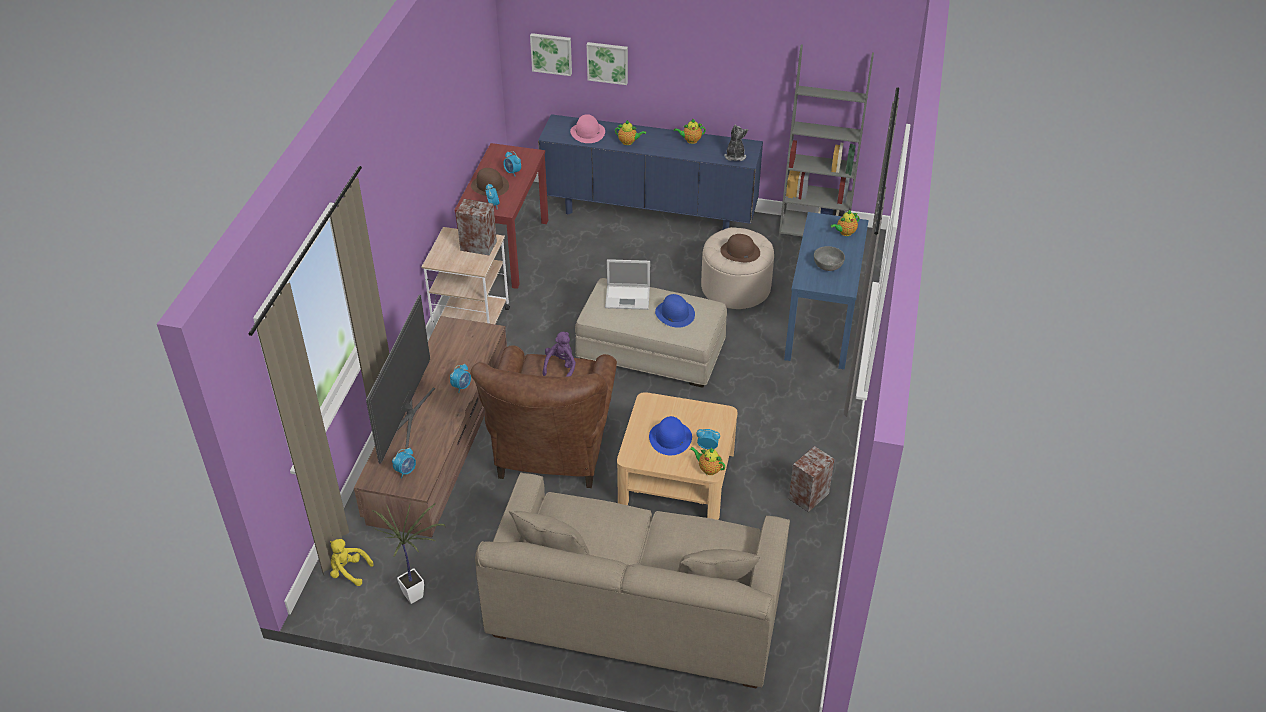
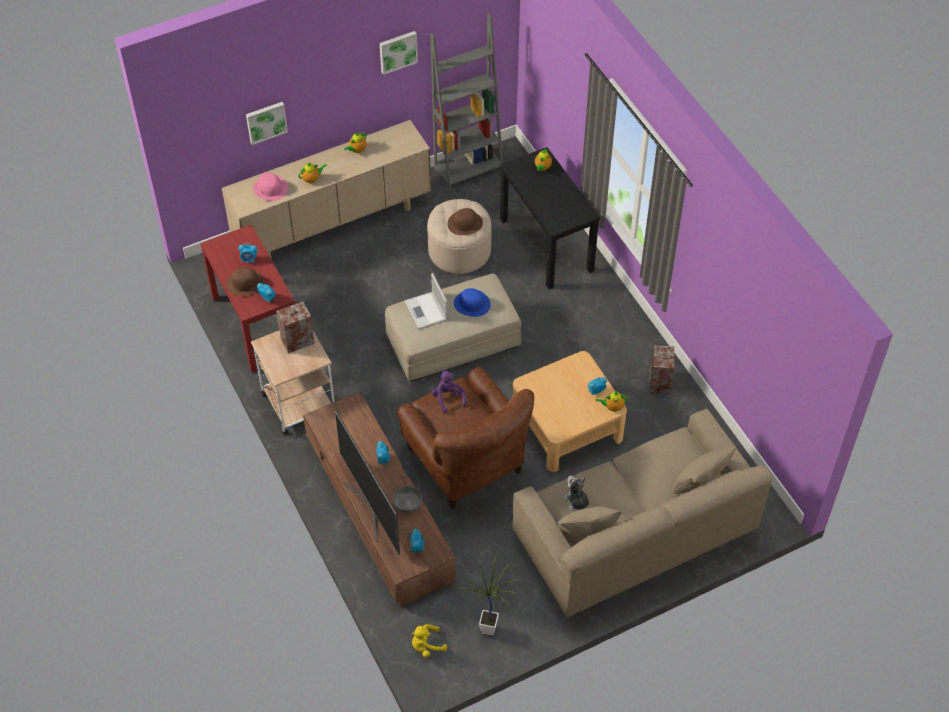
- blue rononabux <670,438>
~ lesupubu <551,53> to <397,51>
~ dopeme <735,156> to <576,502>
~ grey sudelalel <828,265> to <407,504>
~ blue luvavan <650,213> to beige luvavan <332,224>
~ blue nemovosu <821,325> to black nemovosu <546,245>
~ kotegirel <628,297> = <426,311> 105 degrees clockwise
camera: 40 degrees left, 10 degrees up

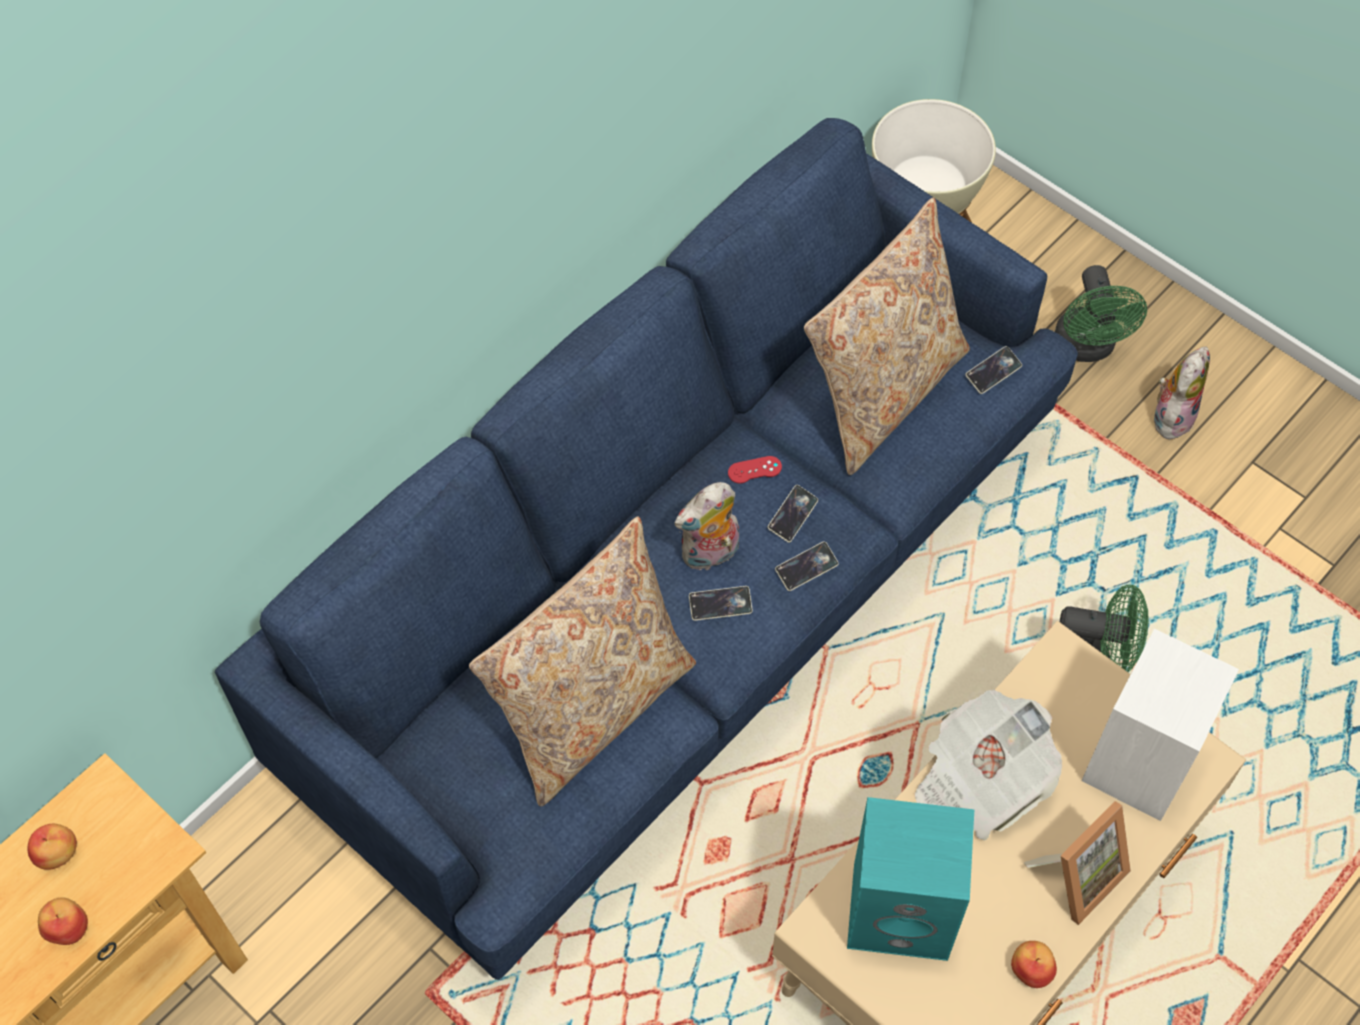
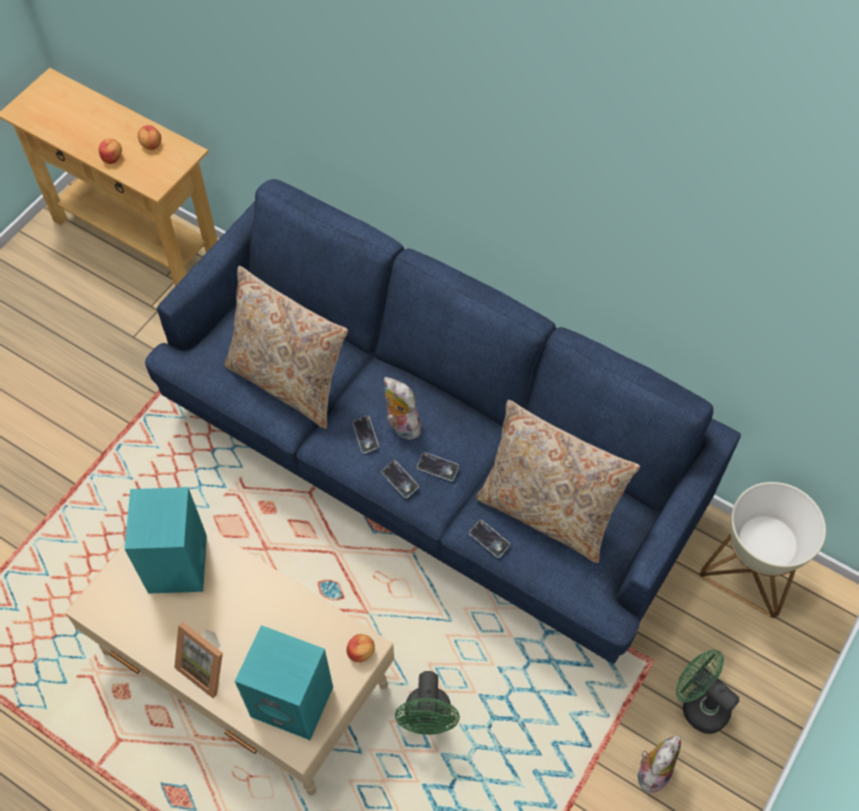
- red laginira <754,470>
- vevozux <980,779>
~ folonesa <993,372> to <489,540>
~ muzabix <1031,970> to <361,652>
~ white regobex <1138,758> to turquoise regobex <294,701>
~ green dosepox <1087,348> = <699,704> 60 degrees clockwise
~ dopeme <1171,415> = <652,771> 75 degrees counterclockwise
camera: 80 degrees right, 0 degrees up

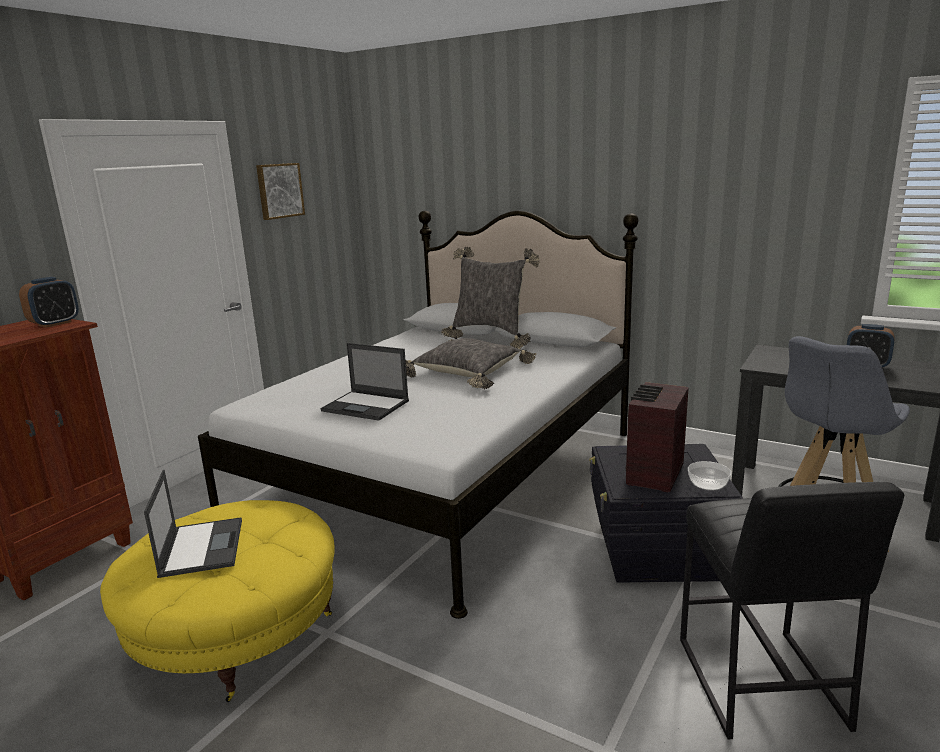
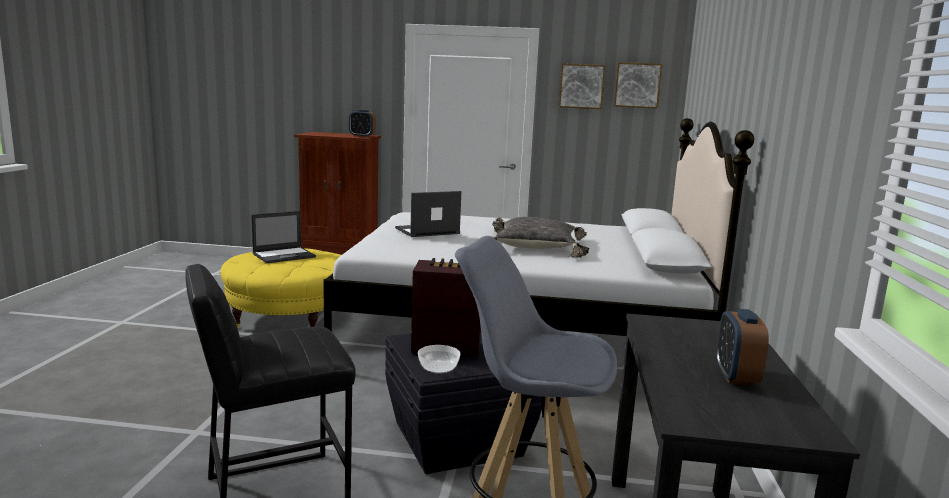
- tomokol <492,341>
+ lesupubu <637,85>
~ kotegirel <366,406> = <426,231> 60 degrees clockwise
camera: 65 degrees right, 5 degrees down

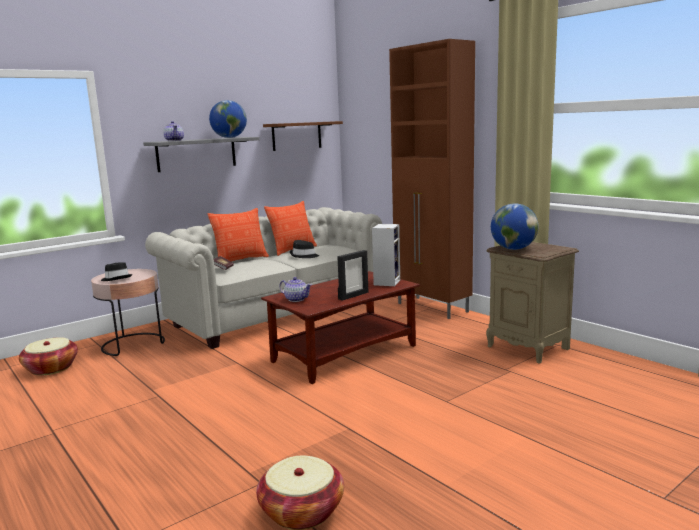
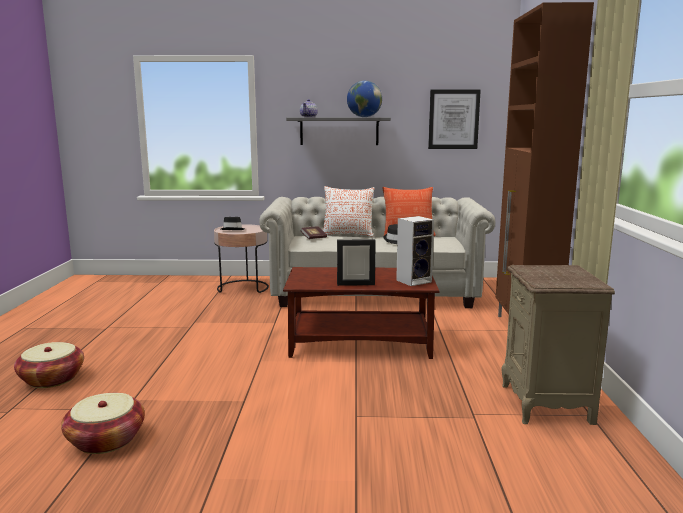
- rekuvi <296,299>
- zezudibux <513,249>
~ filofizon <51,368> to <52,379>
~ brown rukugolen <296,136> to lesupubu <453,119>
~ orange tomokol <241,260> to white tomokol <348,235>
camera: 40 degrees right, 0 degrees up

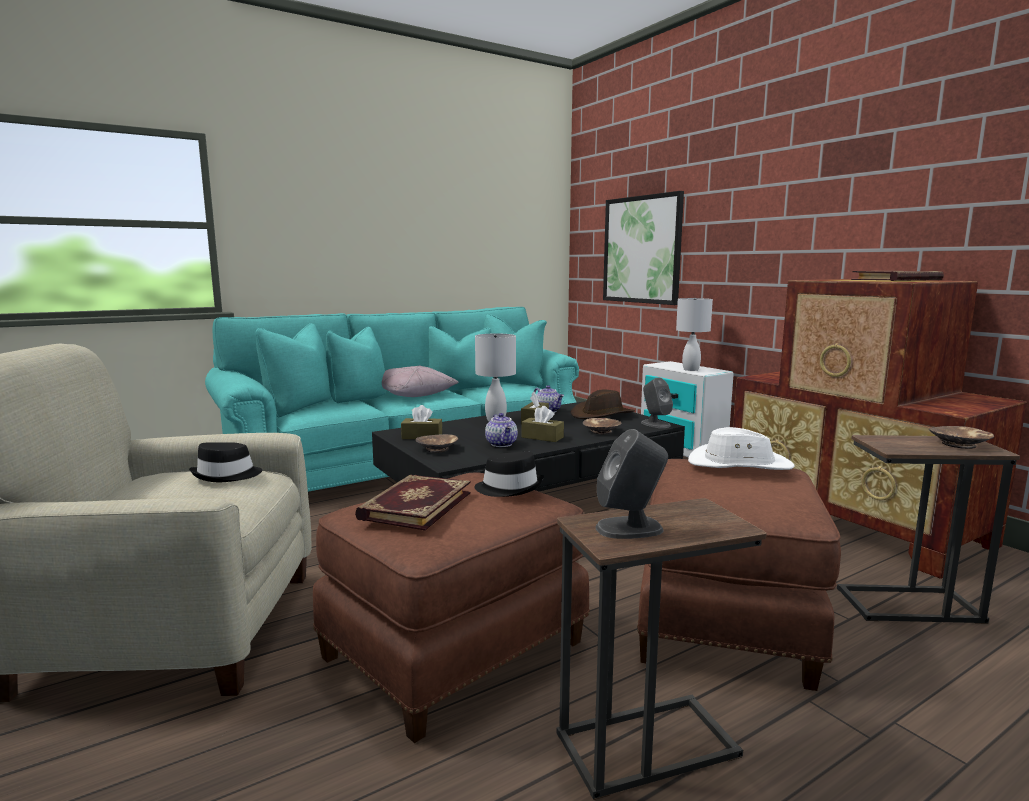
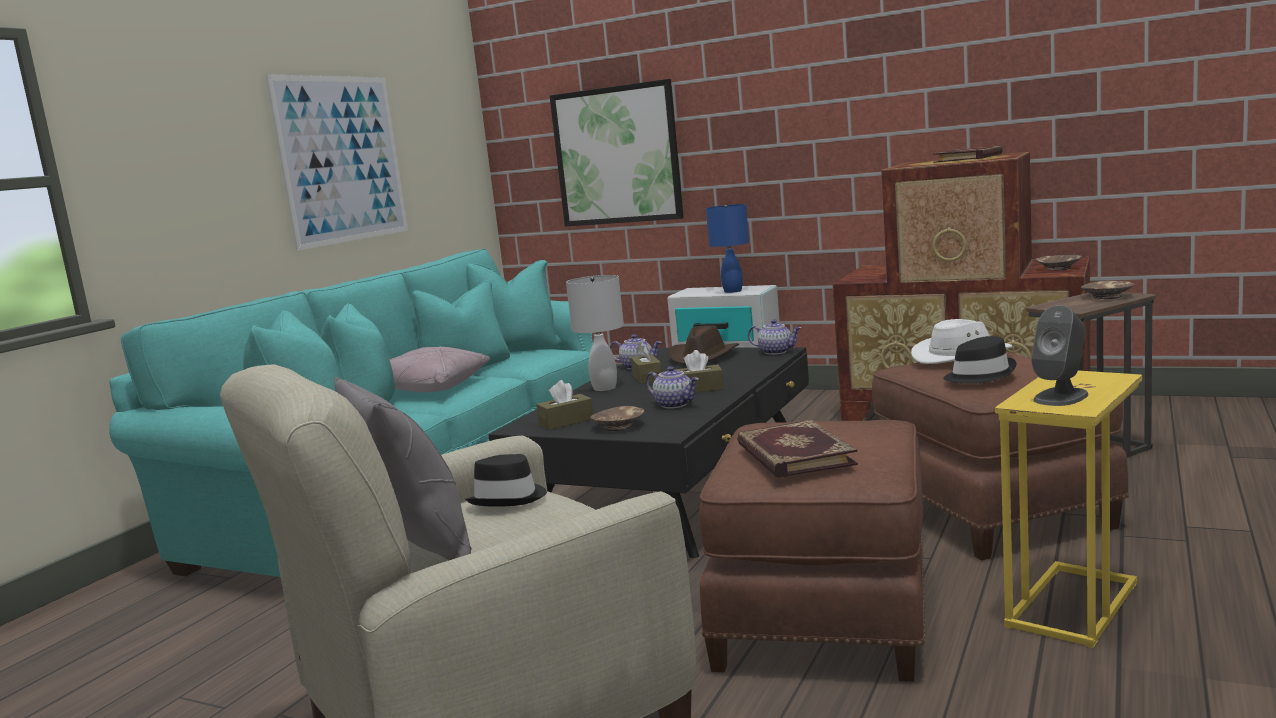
+ lesupubu <342,159>
+ grey tomokol <418,547>
~ black rononabux <509,488> to <979,375>
~ brown sudelalel <602,431> to <1058,268>
~ grey regobex <655,424> to rekuvi <776,352>
~ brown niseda <646,746> to yellow niseda <1073,605>
~ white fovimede <691,369> to blue fovimede <733,291>
camera: 30 degrees left, 0 degrees up

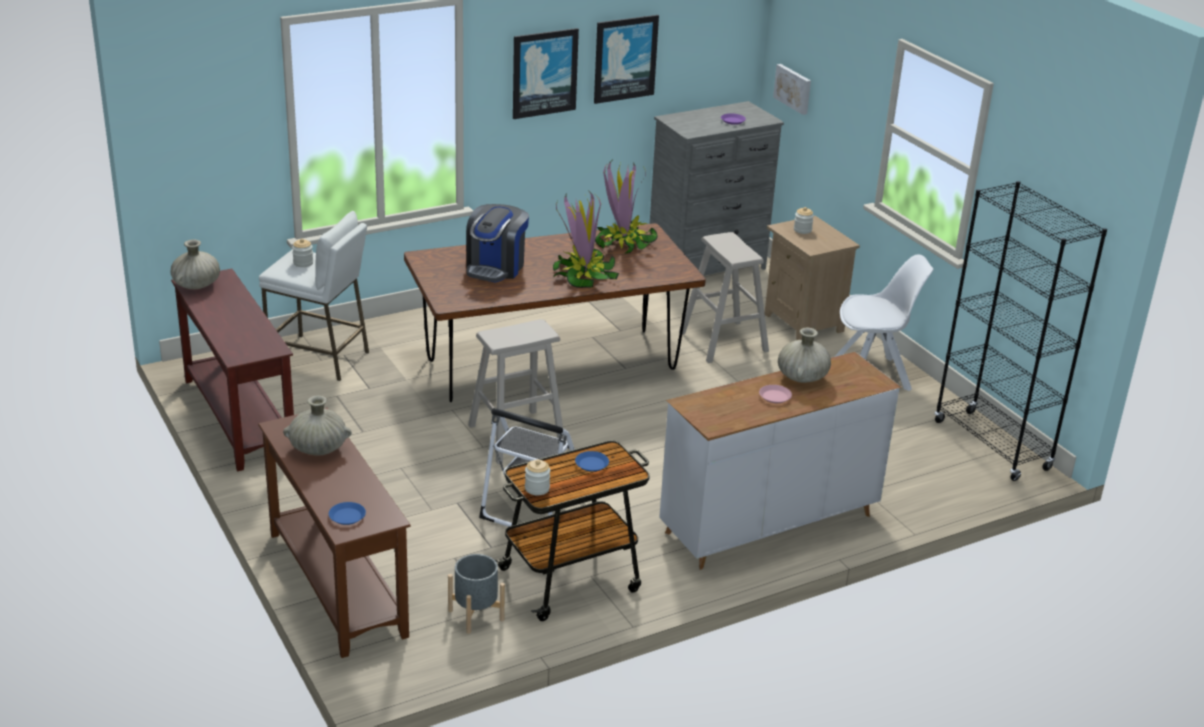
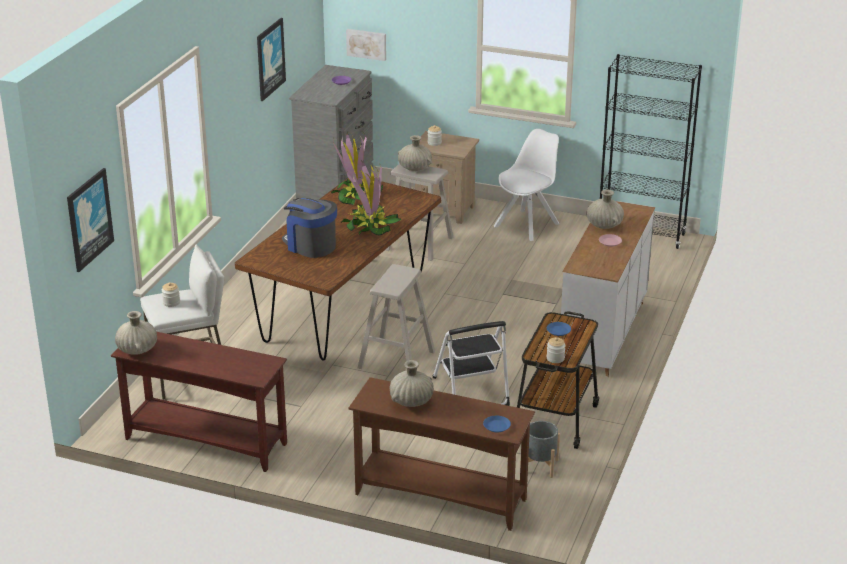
+ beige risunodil <415,168>
~ lesupubu <544,73> to <89,219>
~ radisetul <496,267> = <310,245> 150 degrees clockwise
camera: 40 degrees left, 0 degrees up

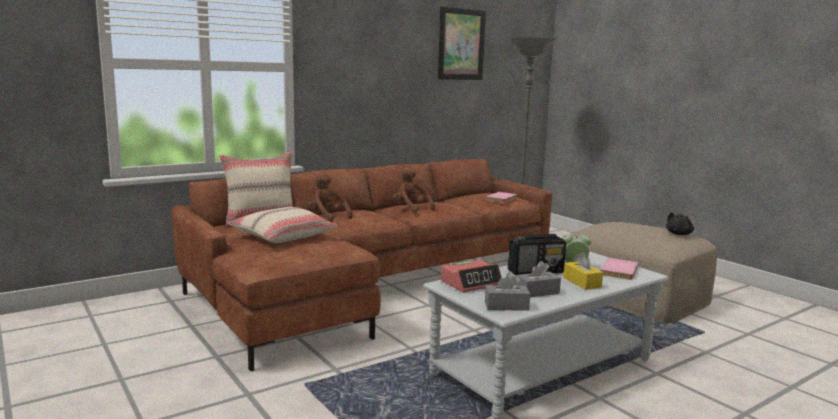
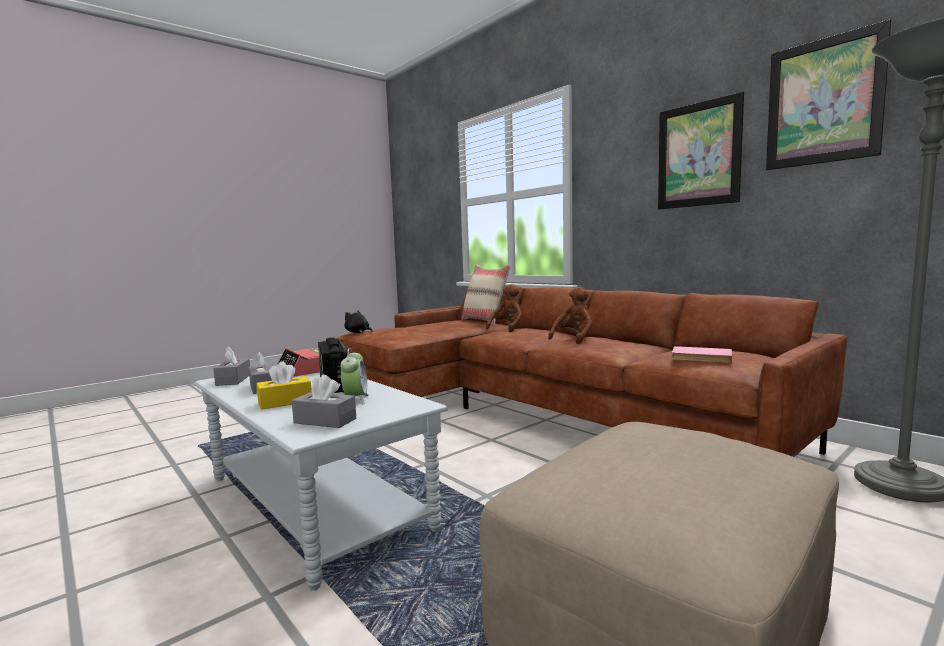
- beige tomokol <283,236>
+ lesupubu <698,155>
~ black dopeme <679,234> to <358,332>
~ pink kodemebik <621,271> to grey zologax <325,421>
camera: 85 degrees right, 5 degrees down

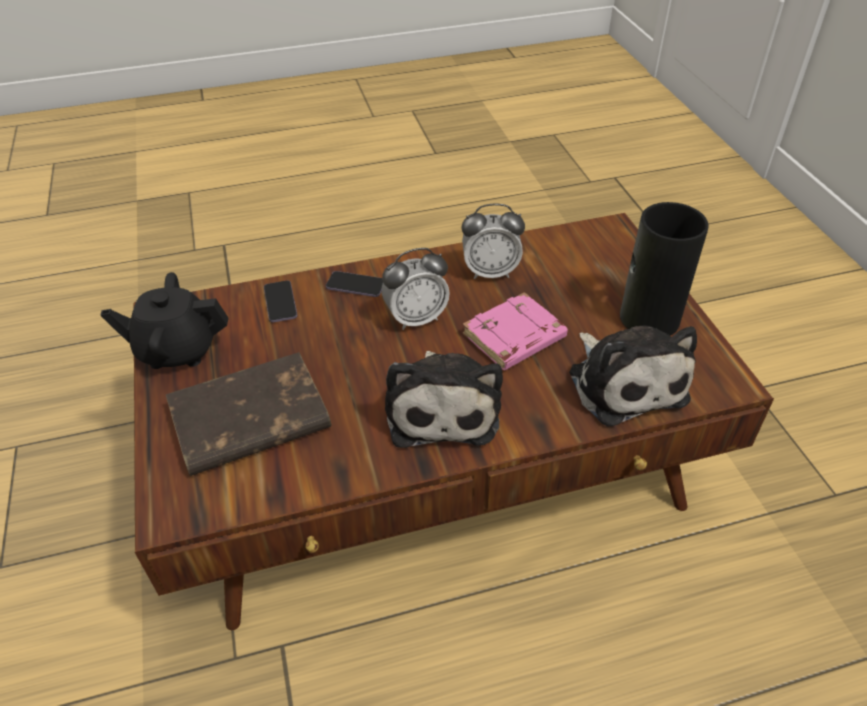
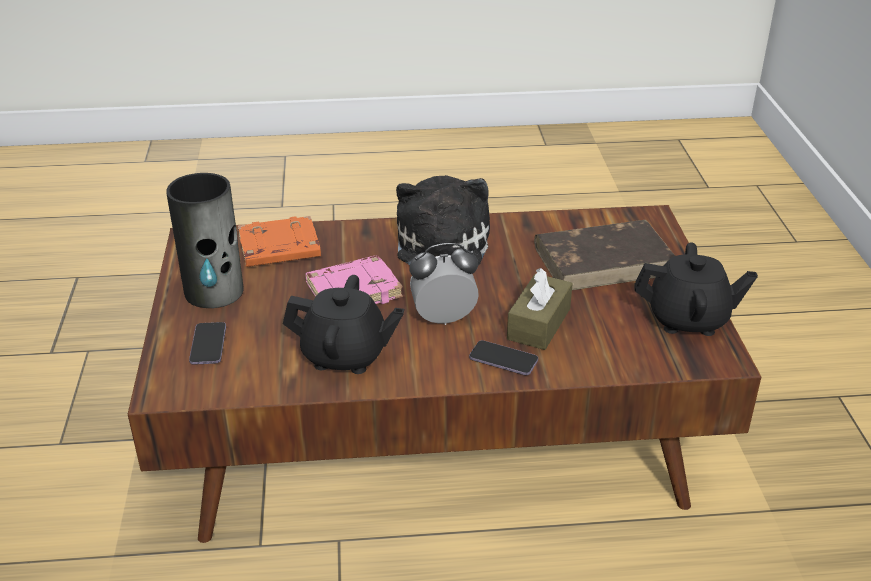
+ brown zologax <539,324>
~ folonesa <280,303> to <208,345>
~ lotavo <490,272> to black rekuvi <345,356>
~ dopeme <624,382> to orange kodemebik <279,249>
camera: 170 degrees left, 10 degrees down

